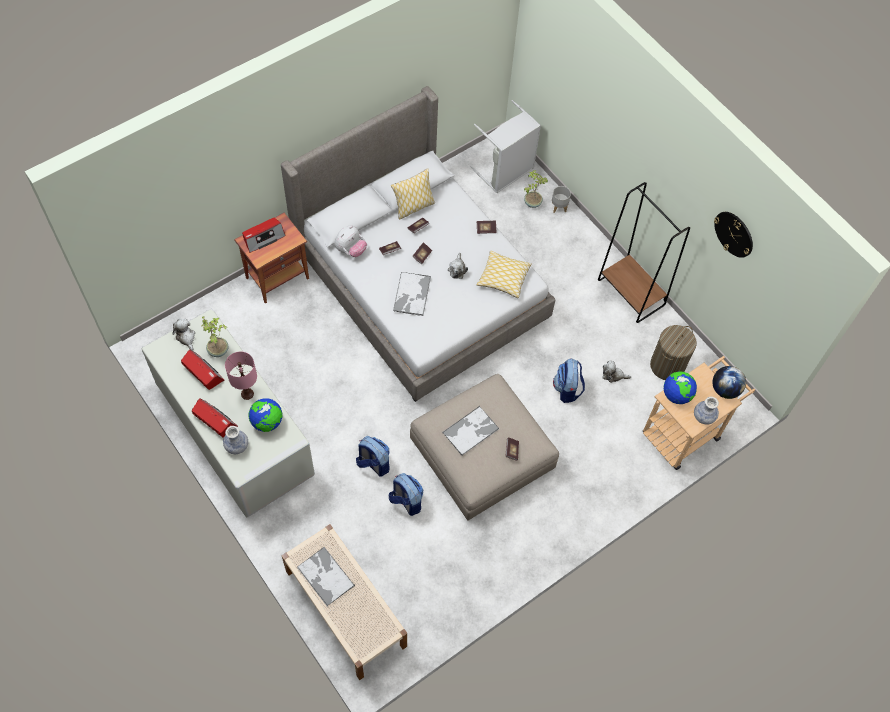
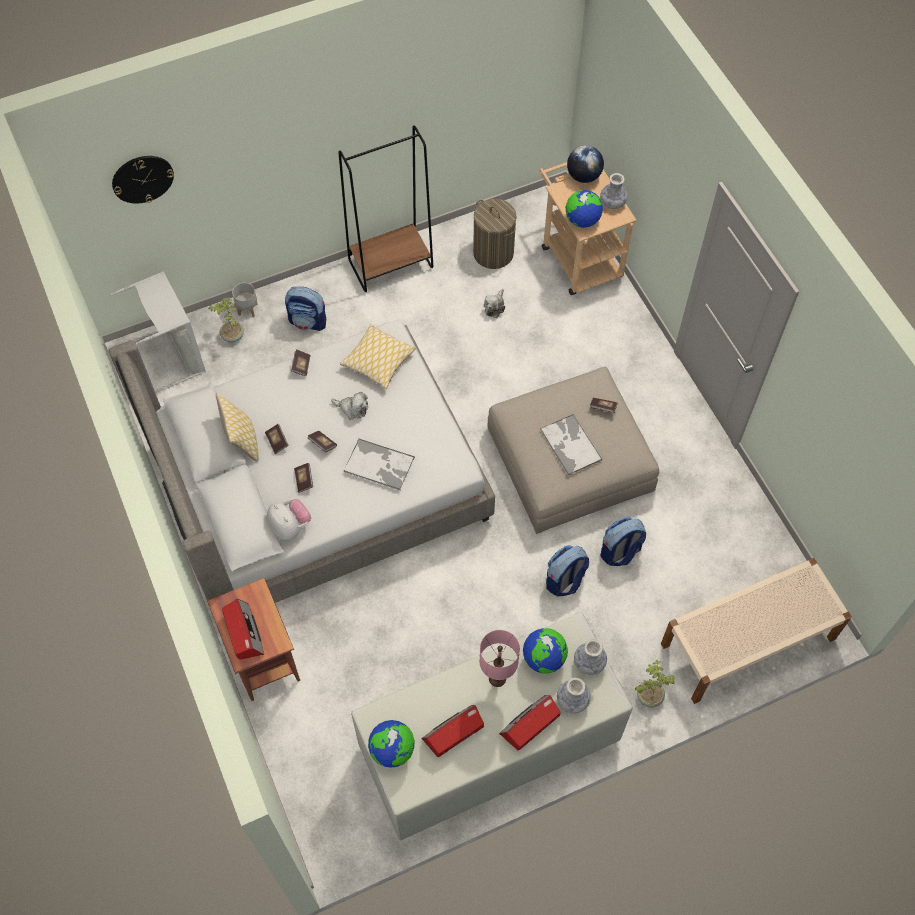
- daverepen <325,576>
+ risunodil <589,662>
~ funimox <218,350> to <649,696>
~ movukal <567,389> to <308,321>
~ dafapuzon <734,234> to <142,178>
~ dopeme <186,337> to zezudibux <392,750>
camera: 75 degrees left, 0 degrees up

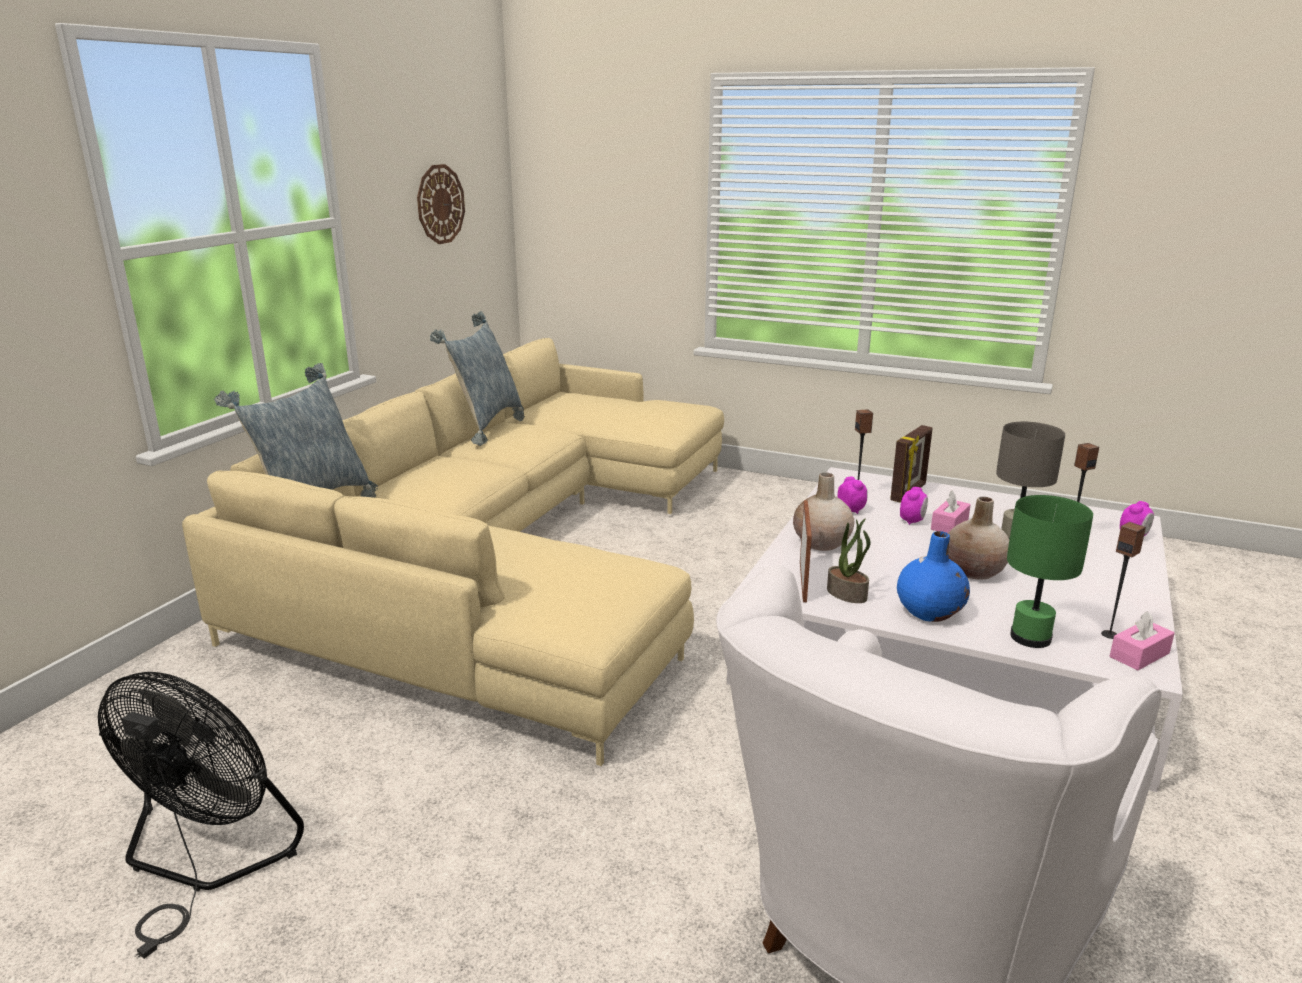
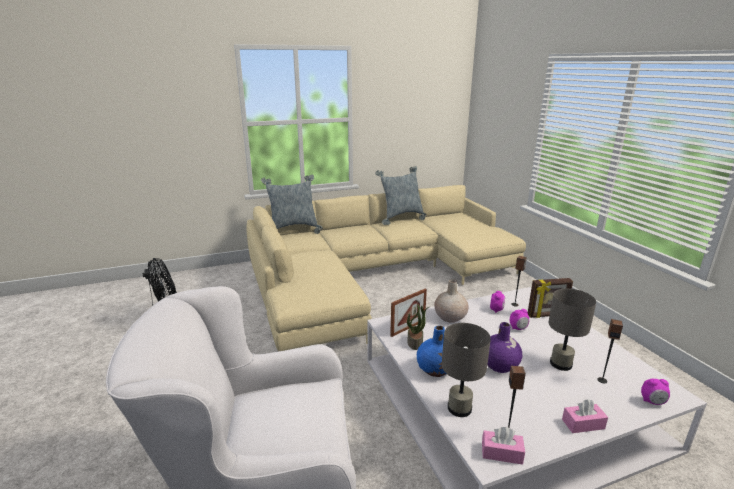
- dafapuzon <440,204>
~ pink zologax <949,525> to <583,424>
~ beige risunodil <974,571> to purple risunodil <499,365>
~ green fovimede <1031,638> to grey fovimede <459,409>
camera: 45 degrees right, 0 degrees up

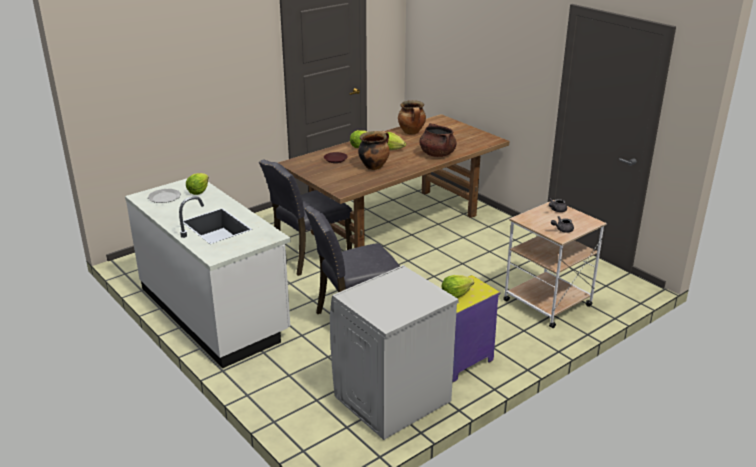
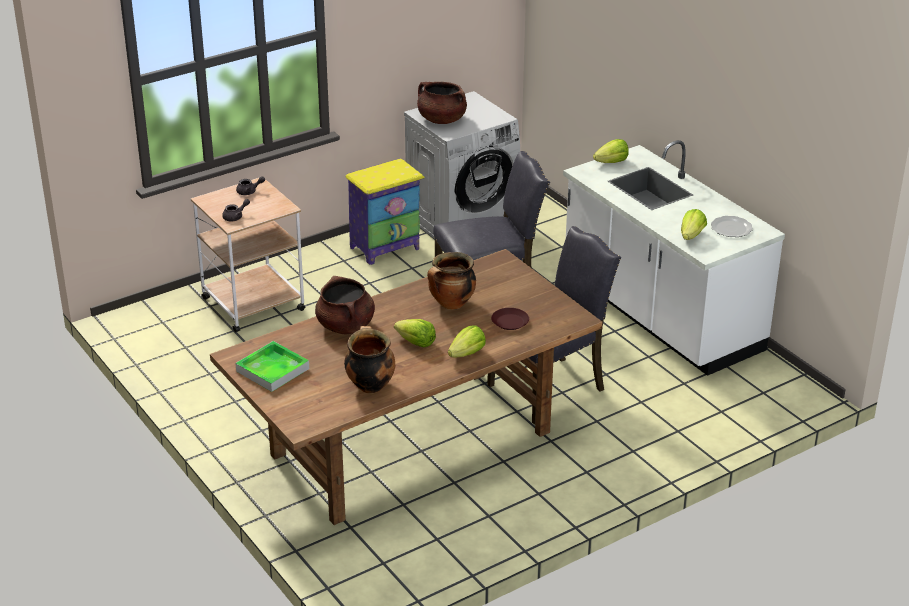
+ daverepen <272,370>
+ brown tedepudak <441,119>
~ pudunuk <456,295> to <612,162>
camera: 175 degrees left, 5 degrees up

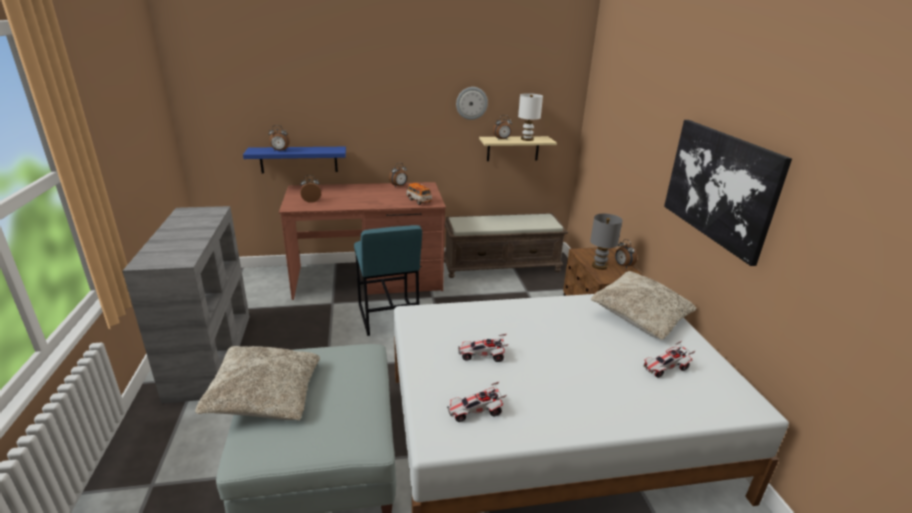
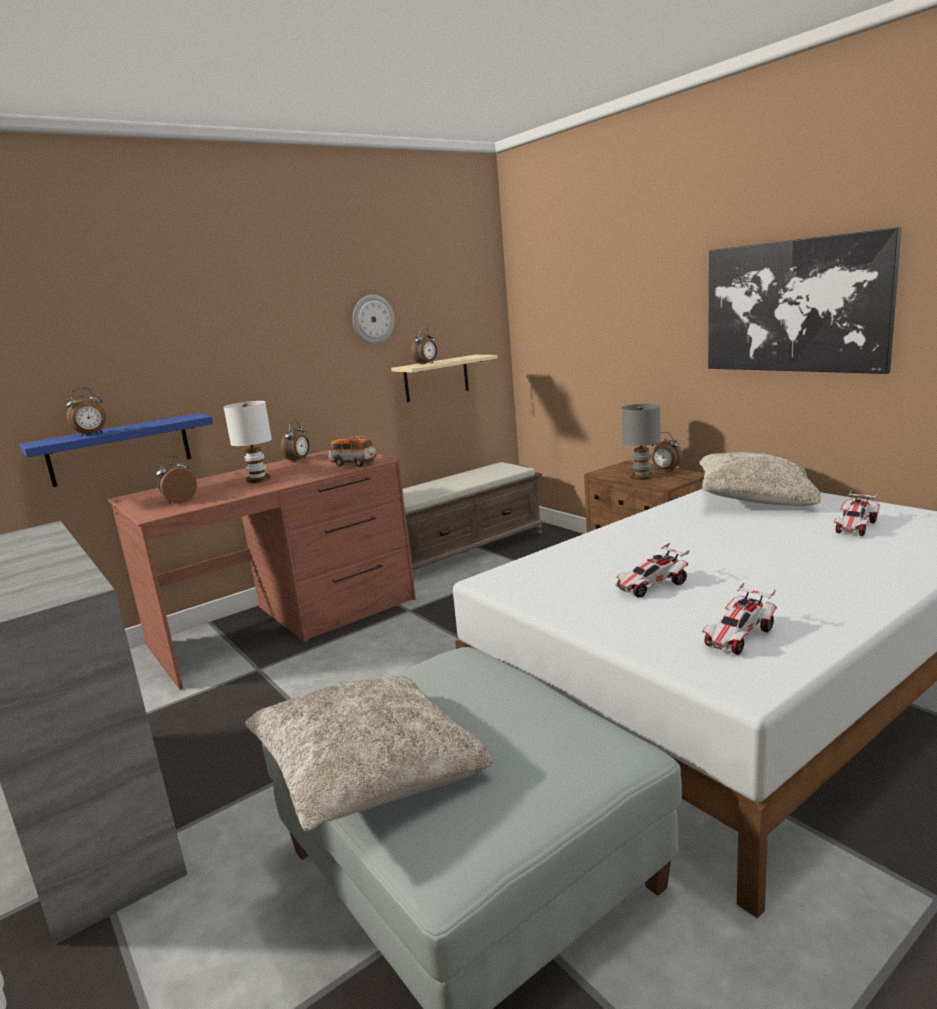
- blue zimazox <388,317>
~ white fovimede <527,139> to <258,479>
camera: 25 degrees left, 10 degrees down

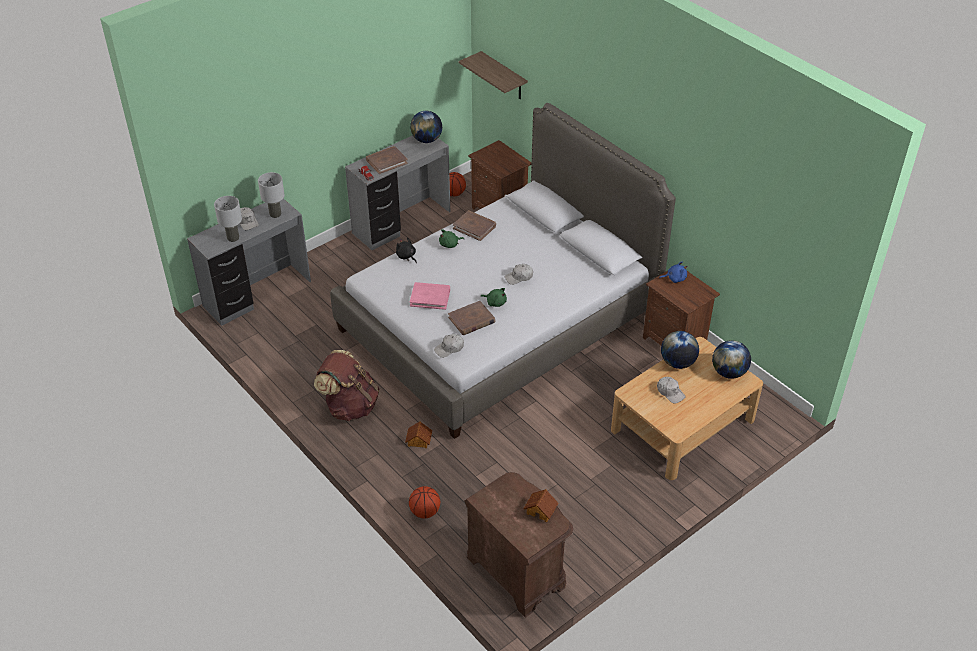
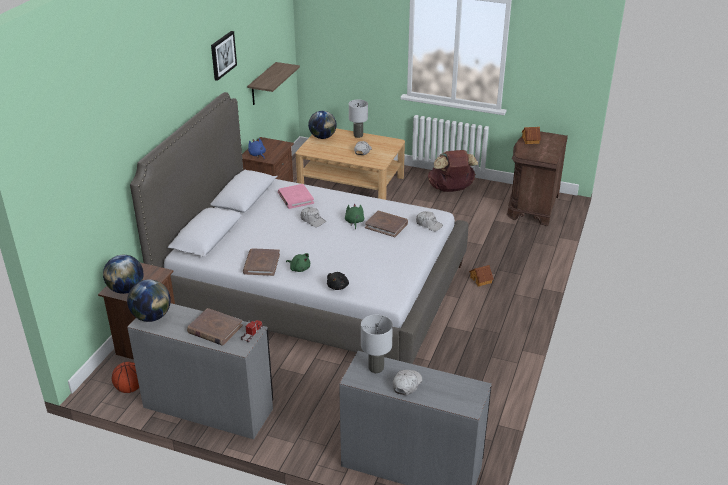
- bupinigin <424,512>
+ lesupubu <222,55>
~ white fovimede <232,239> to <358,136>
~ brown movukal <350,406> to <451,189>
~ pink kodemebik <430,297> to <295,198>
~ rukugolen <504,76> to <262,84>
~ zezudibux <677,363> to <126,289>
camera: 120 degrees left, 10 degrees down

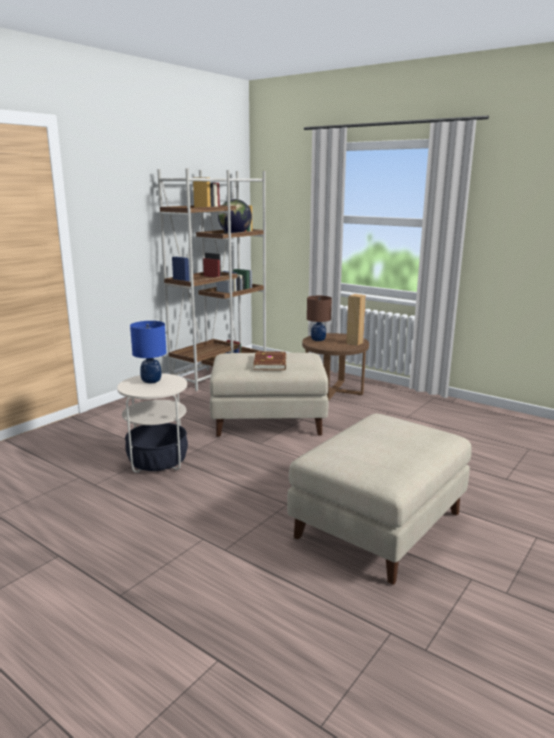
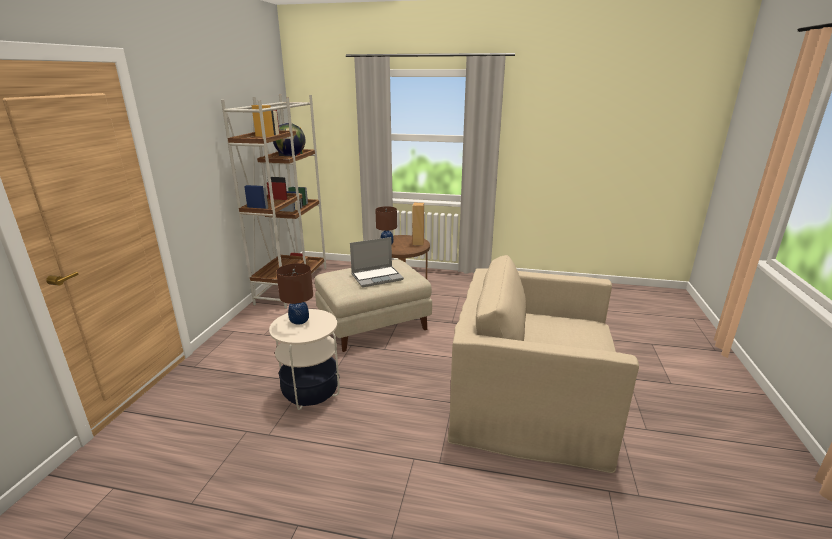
~ brown kodemebik <271,363> to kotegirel <377,277>
~ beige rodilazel <379,525> to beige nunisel <530,400>
~ blue fovimede <151,382> to brown fovimede <299,322>
camera: 25 degrees left, 5 degrees up

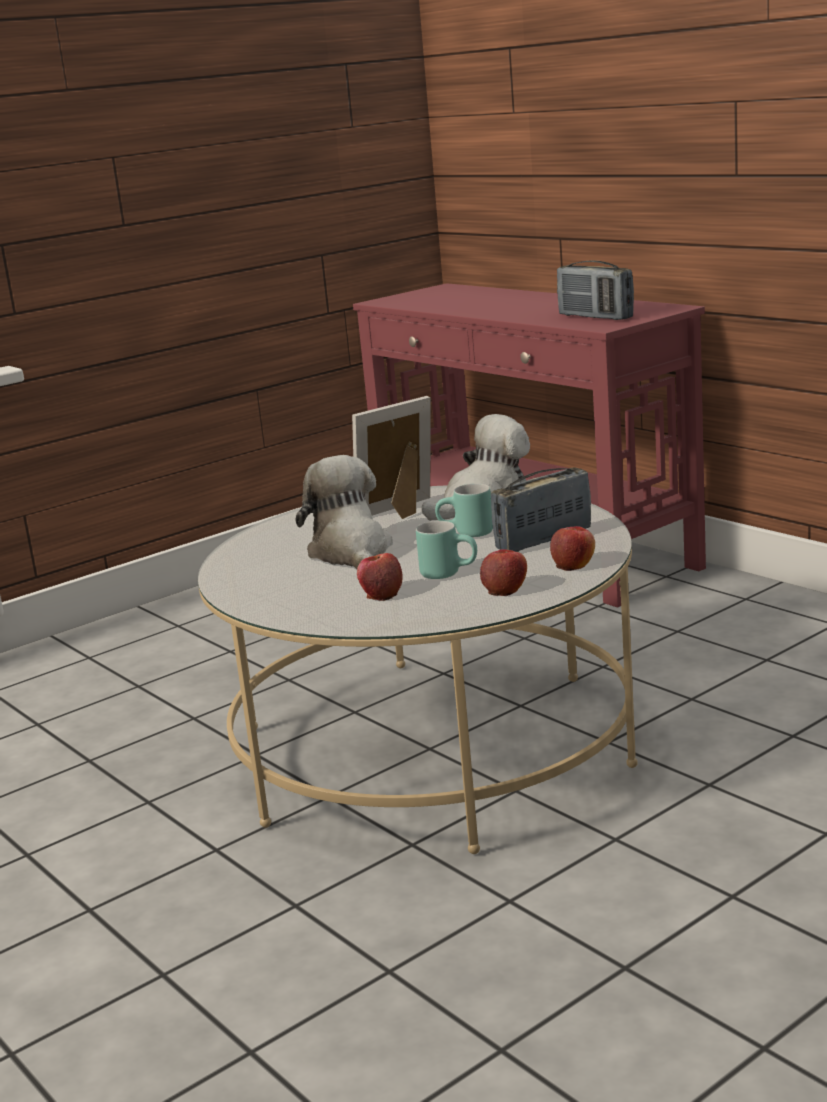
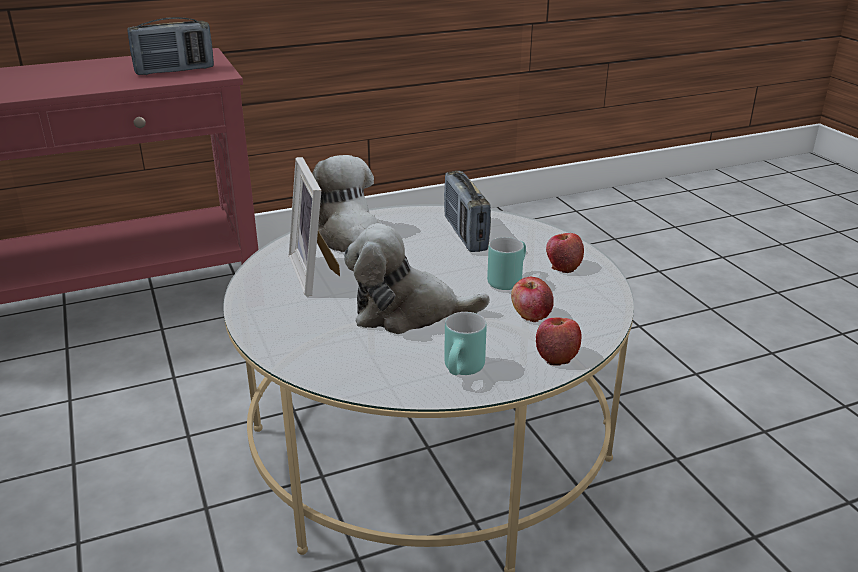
~ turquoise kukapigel <466,534> to <464,372>
~ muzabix <573,565> to <556,355>
camera: 75 degrees left, 10 degrees up

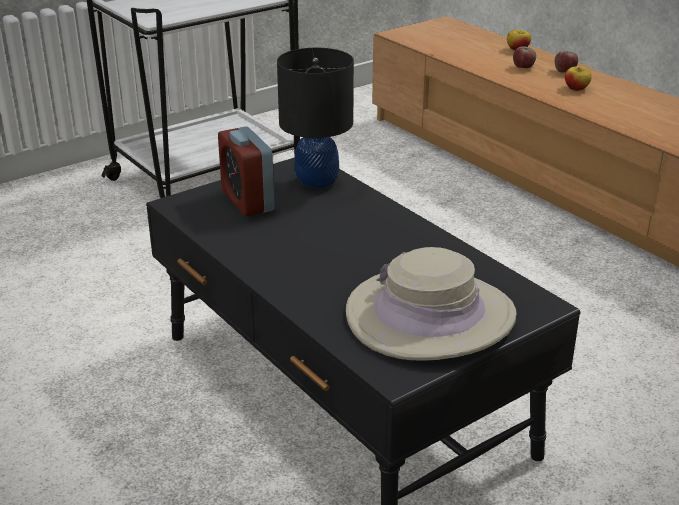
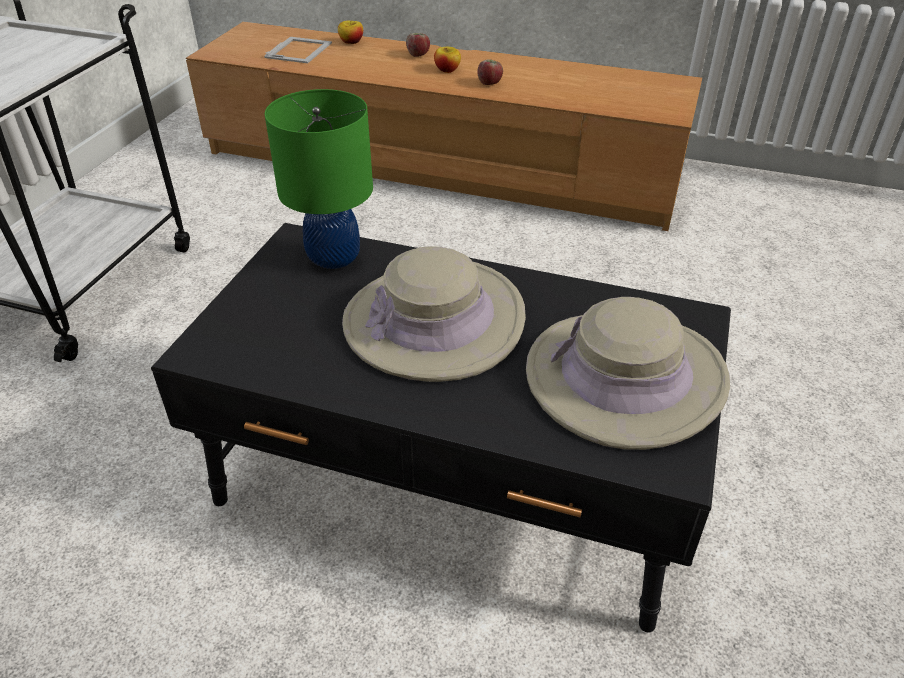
- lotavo <247,201>
+ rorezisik <299,50>
+ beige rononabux <434,321>
~ muzabix <523,67> to <489,83>
~ black fovimede <318,182> to green fovimede <334,258>
camera: 35 degrees left, 10 degrees up

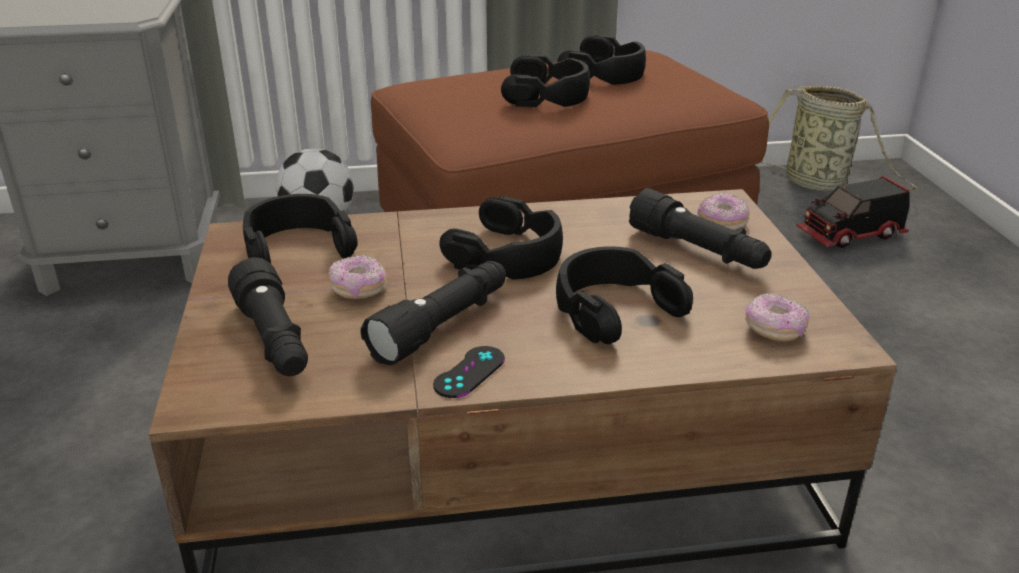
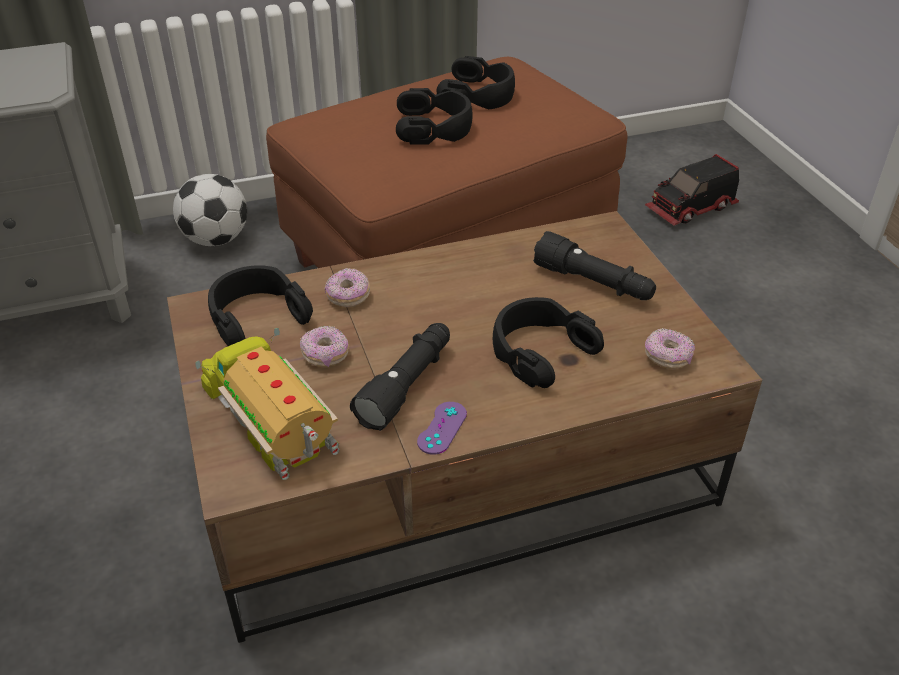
- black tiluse <508,254>
- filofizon <819,184>
~ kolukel <722,223> to <348,296>
~ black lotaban <274,340> to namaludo <273,416>
~ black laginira <469,372> to purple laginira <442,428>
camera: 10 degrees left, 10 degrees up

